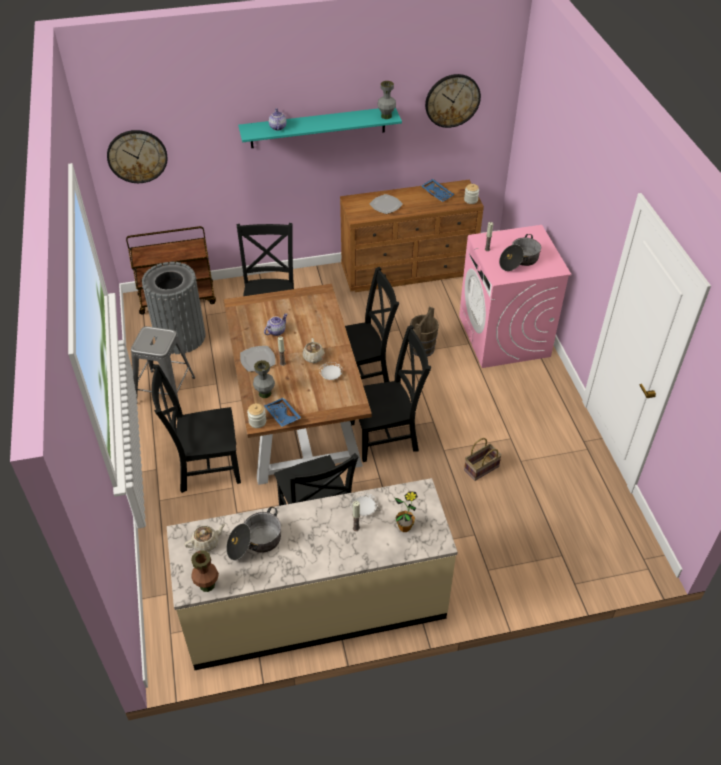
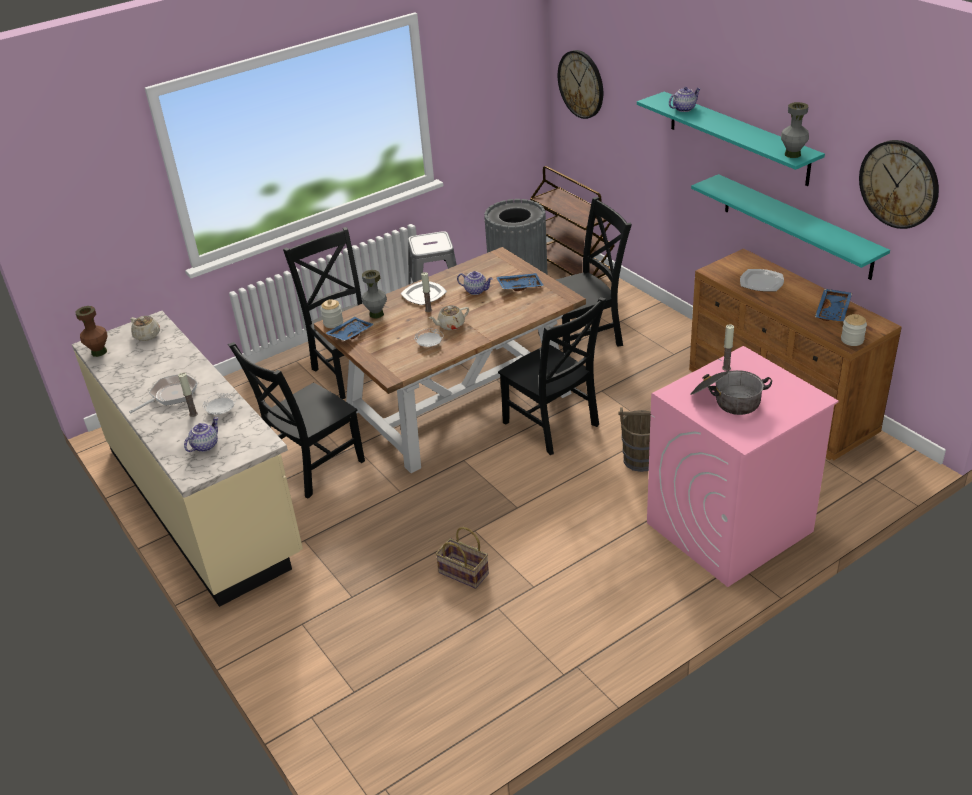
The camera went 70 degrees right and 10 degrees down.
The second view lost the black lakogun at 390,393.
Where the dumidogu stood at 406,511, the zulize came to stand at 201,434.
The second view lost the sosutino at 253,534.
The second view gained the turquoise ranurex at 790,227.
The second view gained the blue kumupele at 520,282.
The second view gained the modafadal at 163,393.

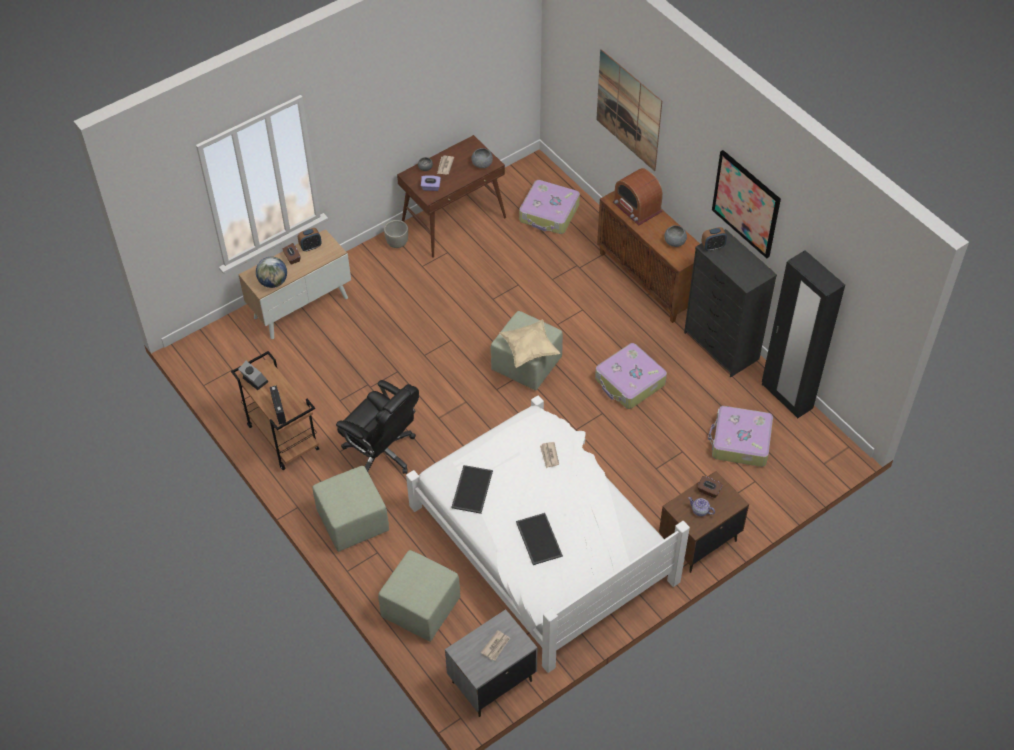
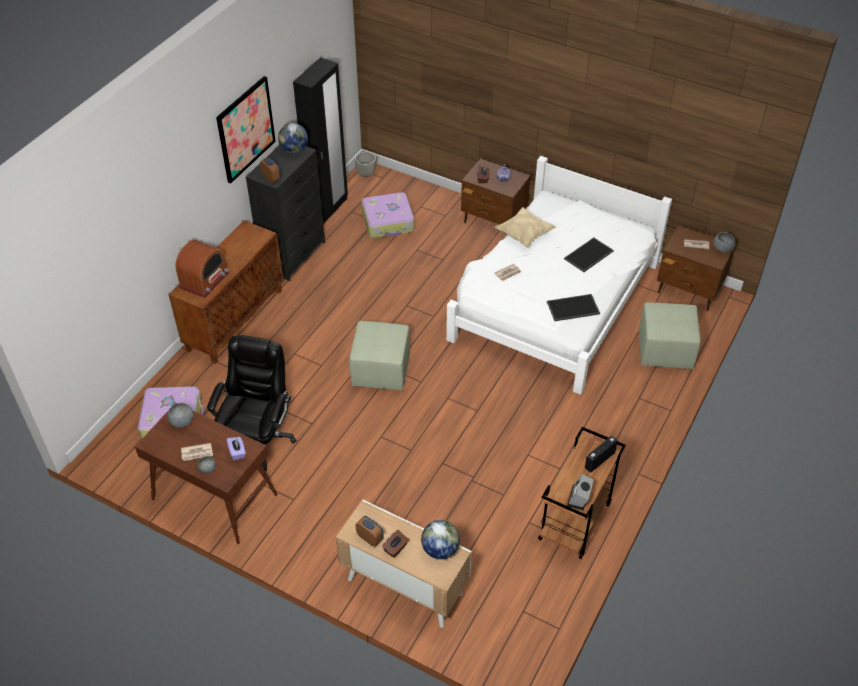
The camera went 115 degrees left and 5 degrees down.
The second view lost the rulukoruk at 629,110.
The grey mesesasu ended up elsewhere, having gone from 396,234 to 365,164.
The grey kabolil ended up elsewhere, having gone from 675,236 to 724,242.
The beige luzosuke ended up elsewhere, having gone from 529,344 to 525,227.
The second view lost the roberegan at 631,376.
The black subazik ended up elsewhere, having gone from 377,427 to 252,403.
The second view lost the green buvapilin at 351,509.
What was the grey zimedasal at 491,663 turned into the brown zimedasal at 696,268.
The second view gained the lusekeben at 293,138.

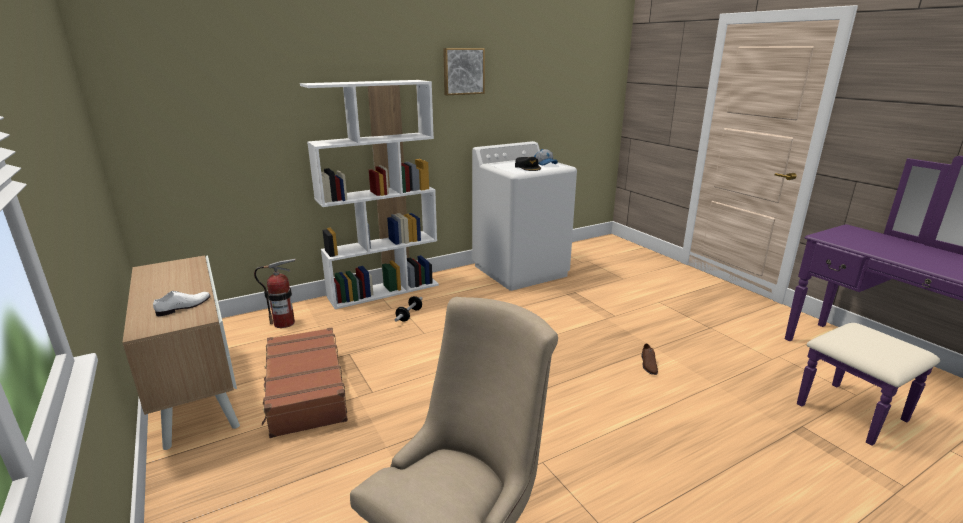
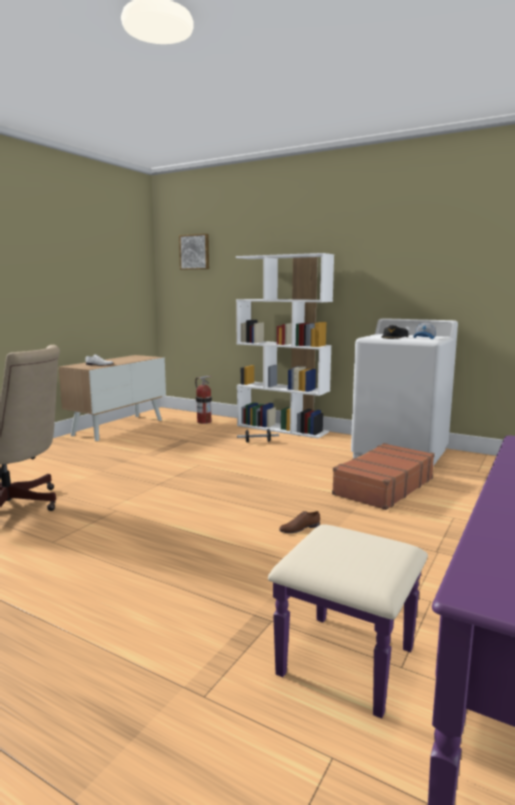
The camera went 60 degrees right and 10 degrees down.
The rulukoruk ended up elsewhere, having gone from 464,71 to 194,252.
The brown roberegan ended up elsewhere, having gone from 305,382 to 383,476.

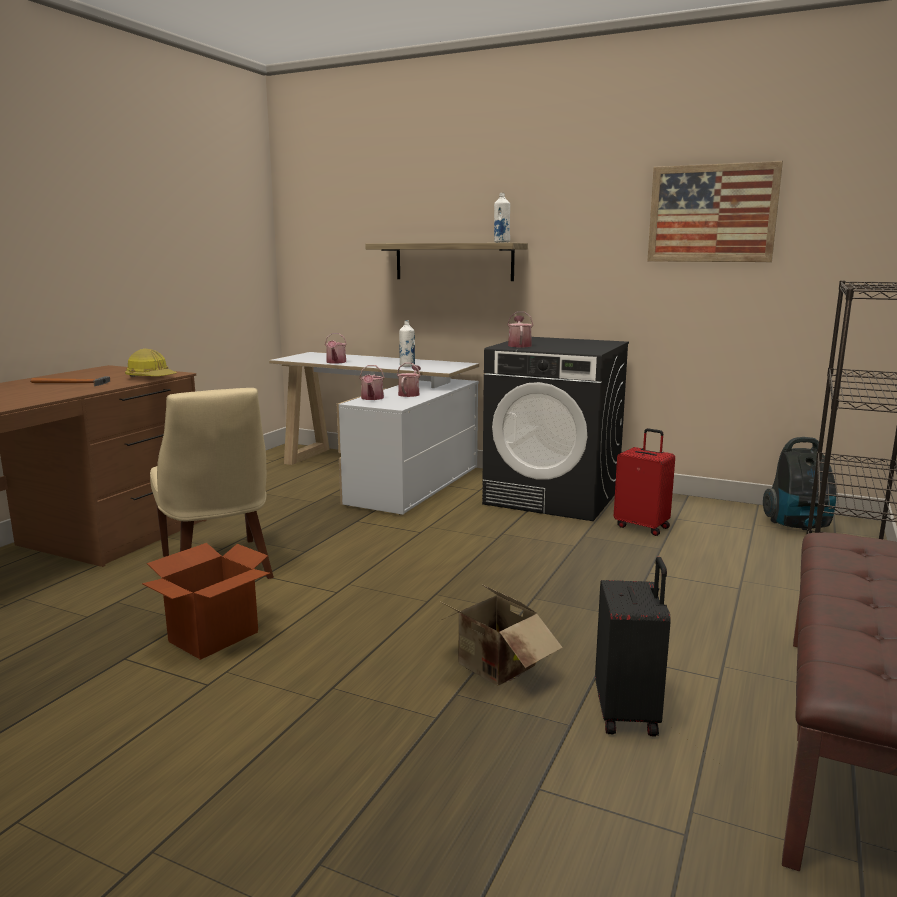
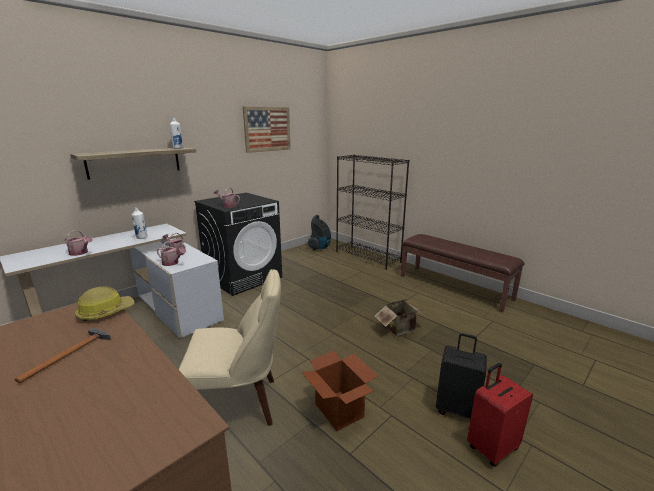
The camera went 70 degrees left and 5 degrees up.
The red roberegan ended up elsewhere, having gone from 644,482 to 500,415.
The black roberegan ended up elsewhere, having gone from 633,647 to 461,376.

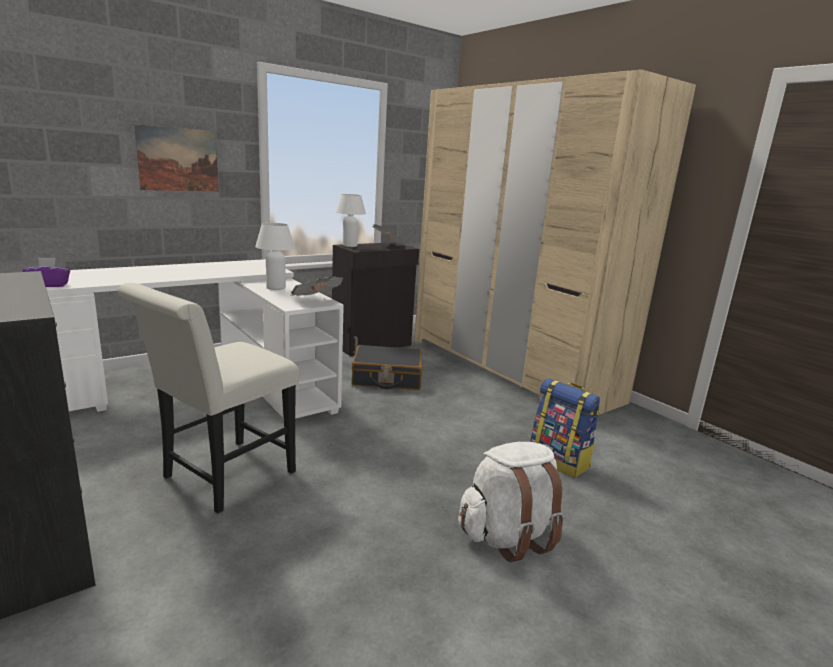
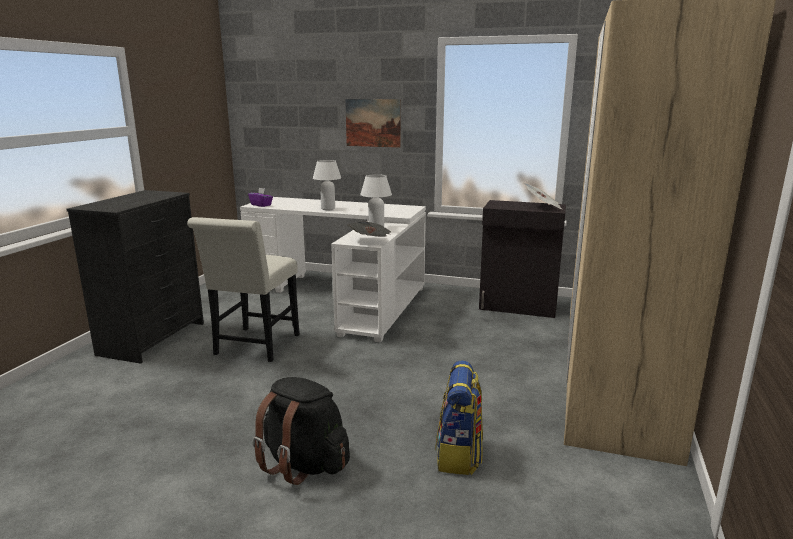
The camera went 55 degrees right and 0 degrees up.
The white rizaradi ended up elsewhere, having gone from 351,220 to 327,185.
The white lakogun at 208,398 ended up facing another way, 75 degrees counterclockwise from before.
The second view lost the black roberegan at 387,367.
What was the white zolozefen at 511,502 turned into the black zolozefen at 301,431.

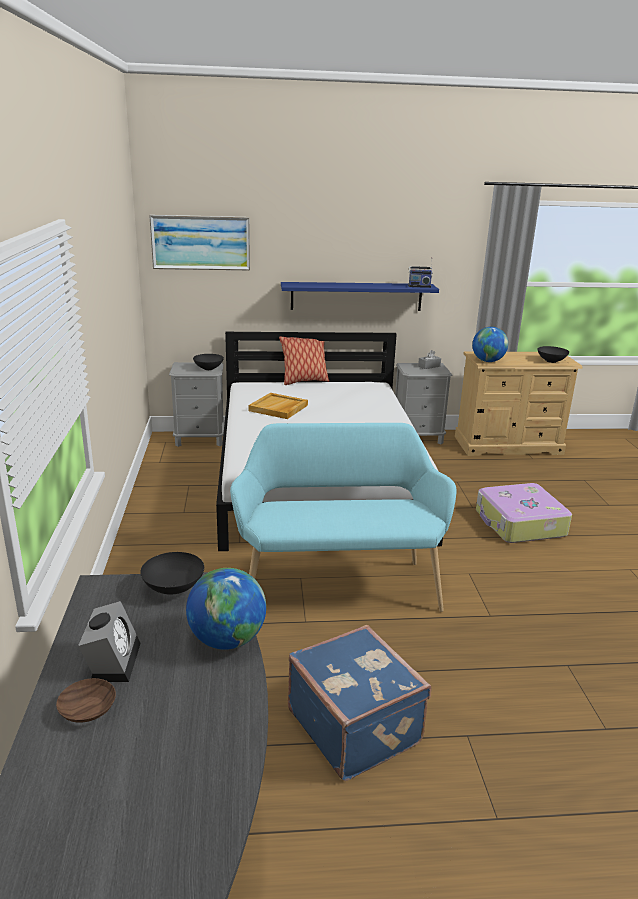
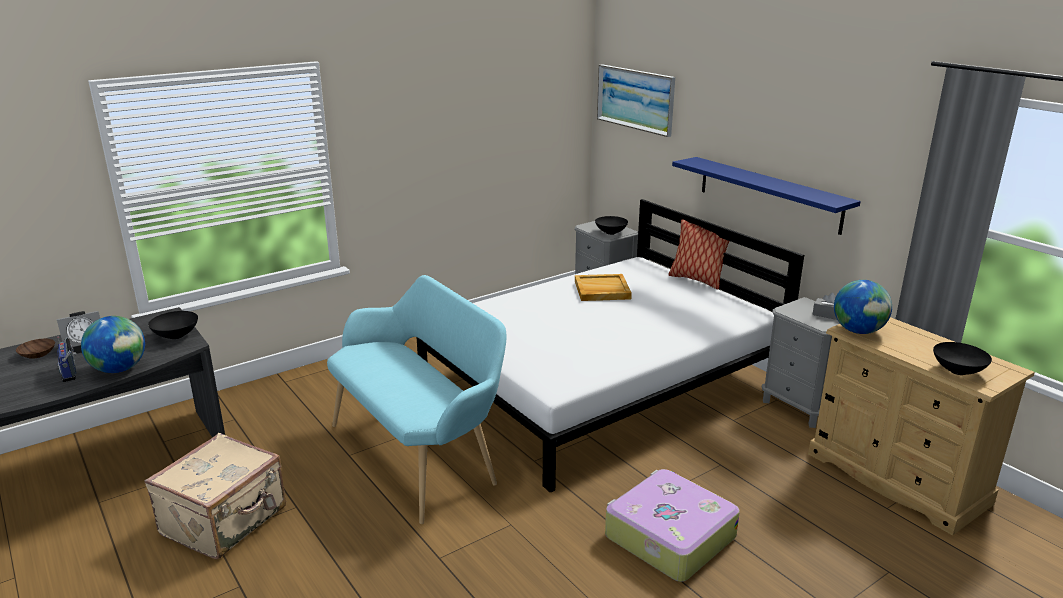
The camera went 60 degrees right and 0 degrees up.
The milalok ended up elsewhere, having gone from 420,275 to 67,359.
What was the blue roberegan at 359,703 turned into the beige roberegan at 215,496.

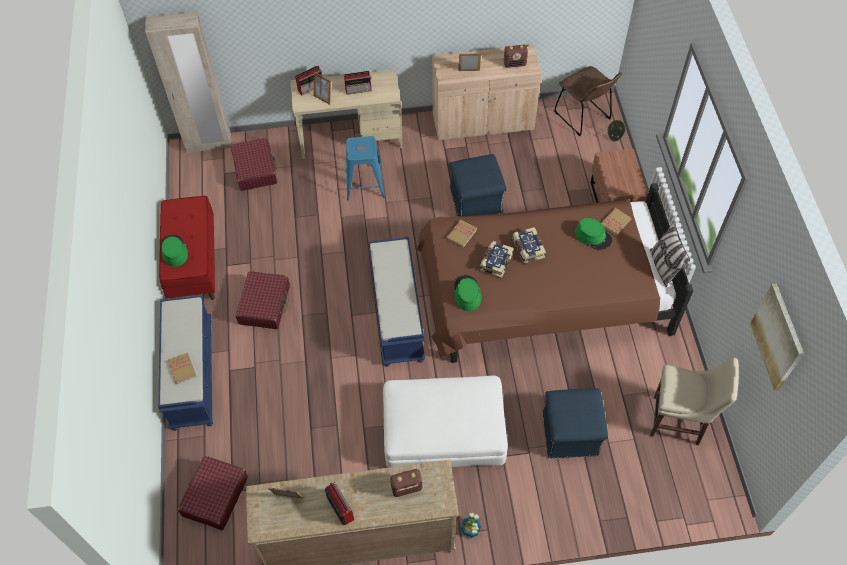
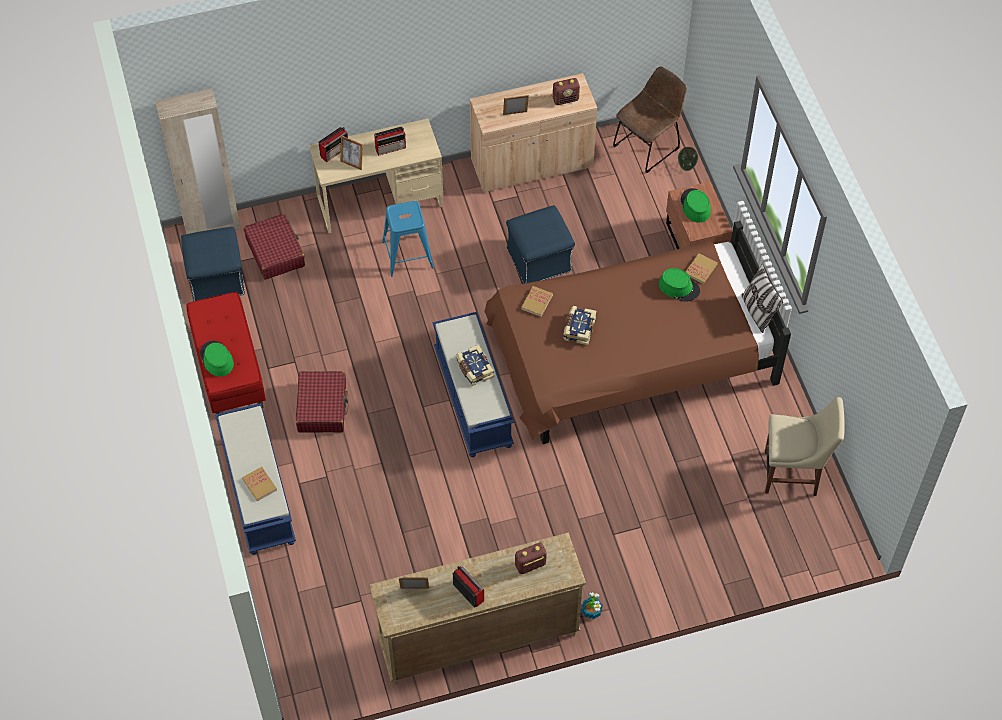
The camera went 10 degrees left and 0 degrees up.
The brown lakogun at 588,101 ended up facing another way, 90 degrees counterclockwise from before.
The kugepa ended up elsewhere, having gone from 529,245 to 475,365.
The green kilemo ended up elsewhere, having gone from 468,293 to 696,205.
The second view lost the rulukoruk at 777,337.
The second view lost the white buvapilin at 445,422.
The blue buvapilin ended up elsewhere, having gone from 575,423 to 213,264.
The second view lost the red roberegan at 213,493.

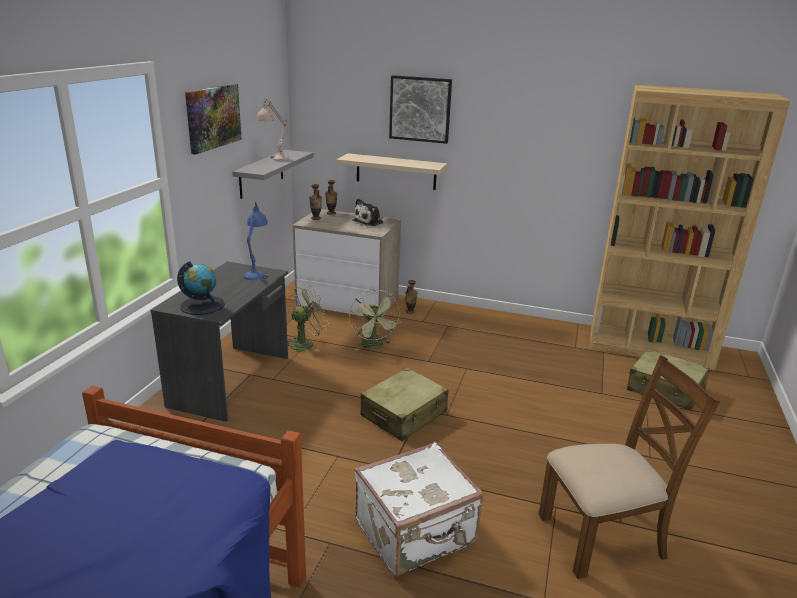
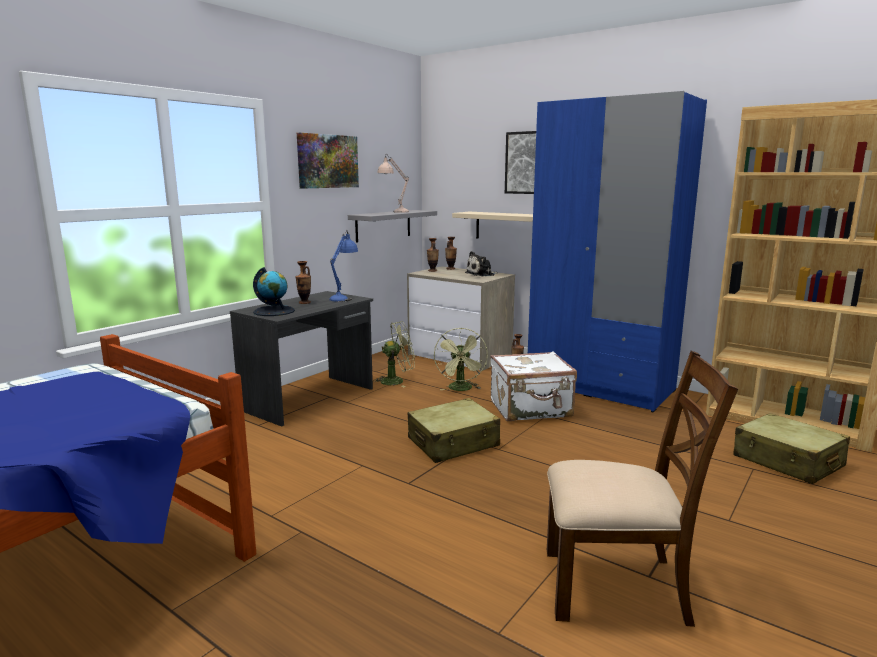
The camera went 20 degrees right and 10 degrees down.
The white roberegan ended up elsewhere, having gone from 419,509 to 534,386.
The second view gained the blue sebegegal at 617,252.
The second view gained the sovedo at 303,282.

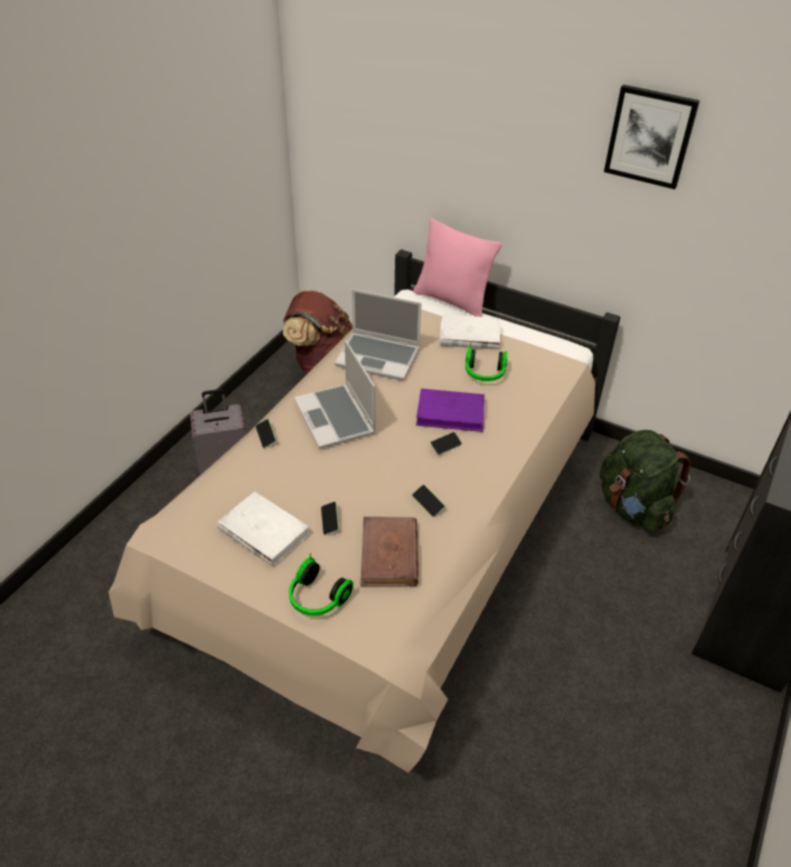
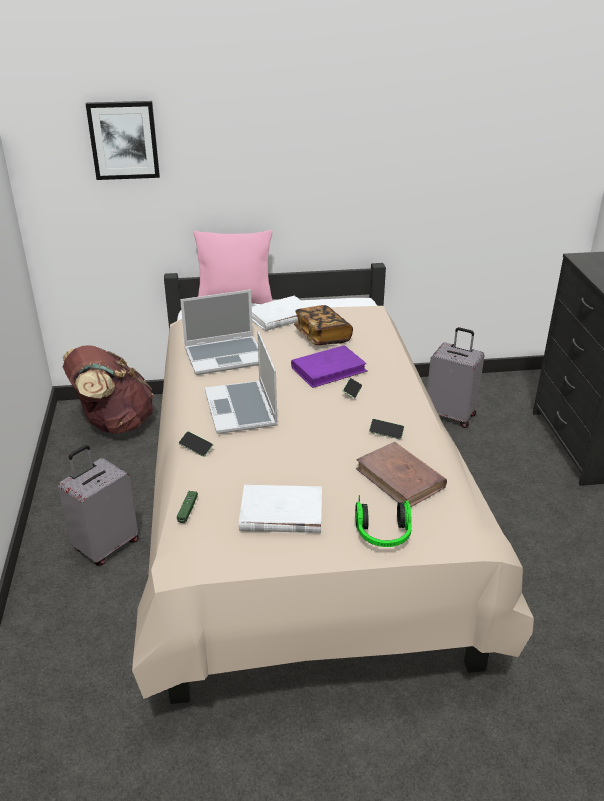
The camera went 35 degrees left and 10 degrees down.
The rulukoruk ended up elsewhere, having gone from 652,137 to 123,140.
The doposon at 335,394 ended up facing another way, 45 degrees clockwise from before.
Where the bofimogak stood at 486,361, the kugepa came to stand at 323,325.
Where the green zolozefen stood at 645,481, the grey roberegan came to stand at 456,377.
The second view lost the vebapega at 330,518.
The second view gained the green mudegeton at 187,507.

